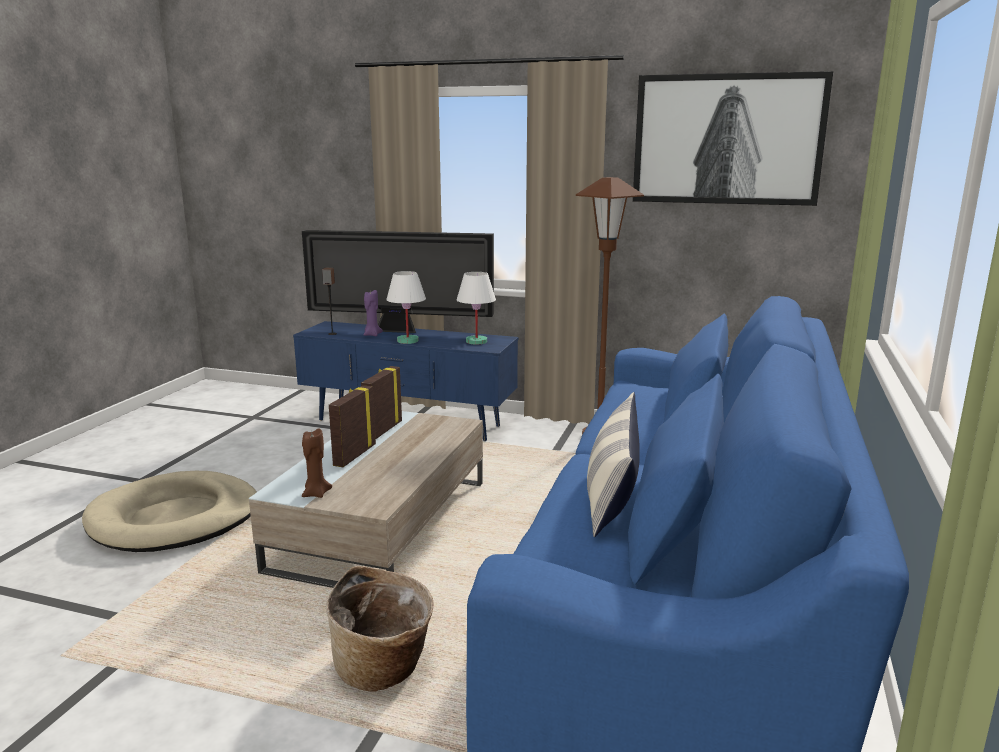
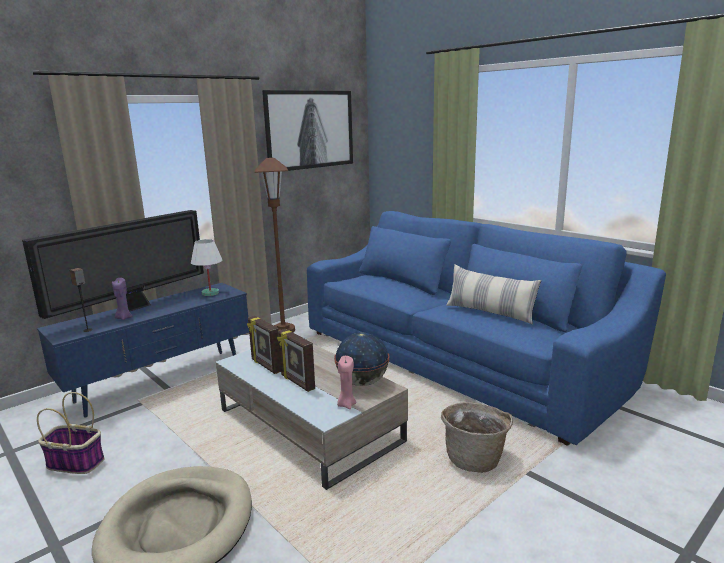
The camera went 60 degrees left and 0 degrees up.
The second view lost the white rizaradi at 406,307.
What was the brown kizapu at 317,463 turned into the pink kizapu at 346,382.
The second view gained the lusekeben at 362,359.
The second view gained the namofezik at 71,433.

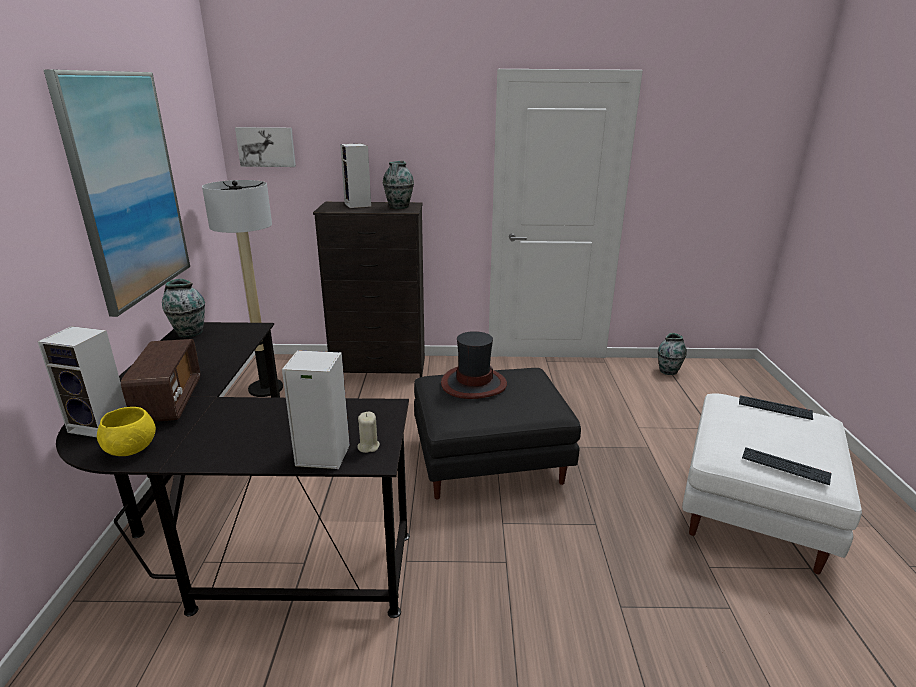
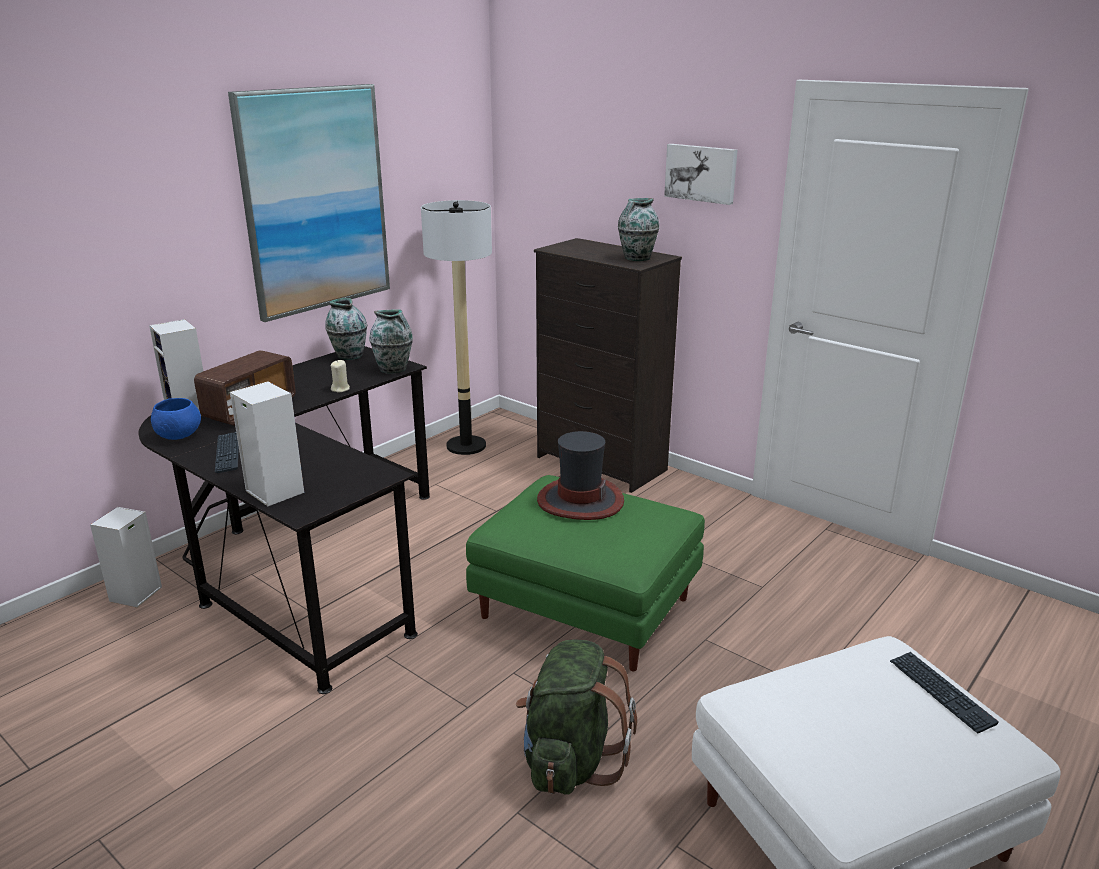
The camera went 40 degrees right and 0 degrees up.
The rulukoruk ended up elsewhere, having gone from 265,147 to 701,174.
The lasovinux ended up elsewhere, having gone from 355,175 to 126,557.
The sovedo ended up elsewhere, having gone from 672,354 to 391,341.
What was the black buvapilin at 497,433 turned into the green buvapilin at 585,573.
What was the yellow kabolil at 126,431 turned into the blue kabolil at 176,419.
The beige kizapu ended up elsewhere, having gone from 368,432 to 340,376.
The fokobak ended up elsewhere, having gone from 786,466 to 227,452.
The second view gained the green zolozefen at 576,716.

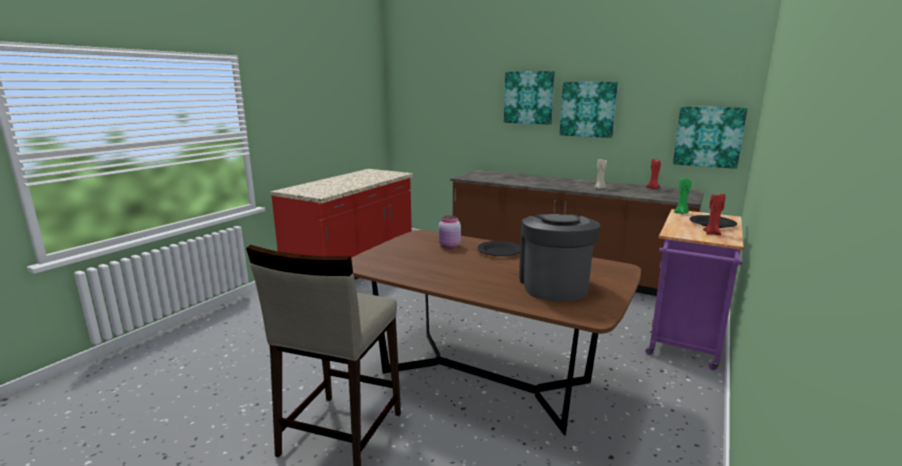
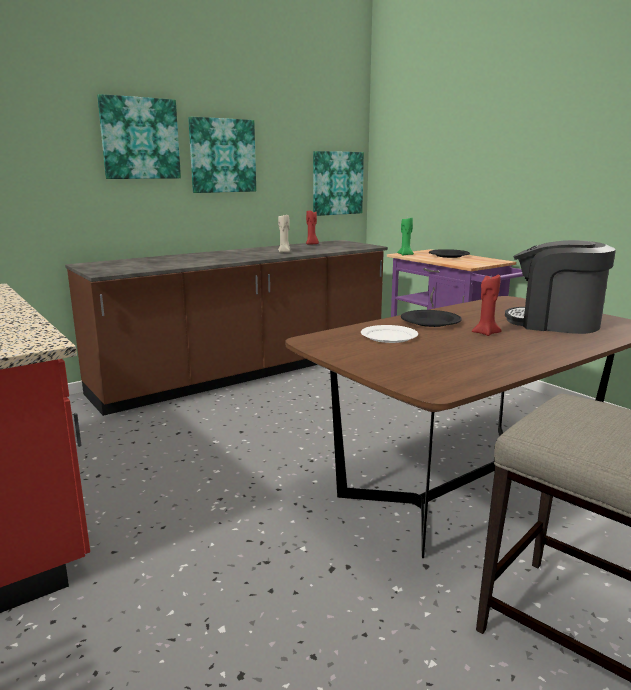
The camera went 65 degrees left and 0 degrees up.
The red kizapu ended up elsewhere, having gone from 714,214 to 487,305.
Where the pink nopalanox stood at 450,232, the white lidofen came to stand at 389,334.

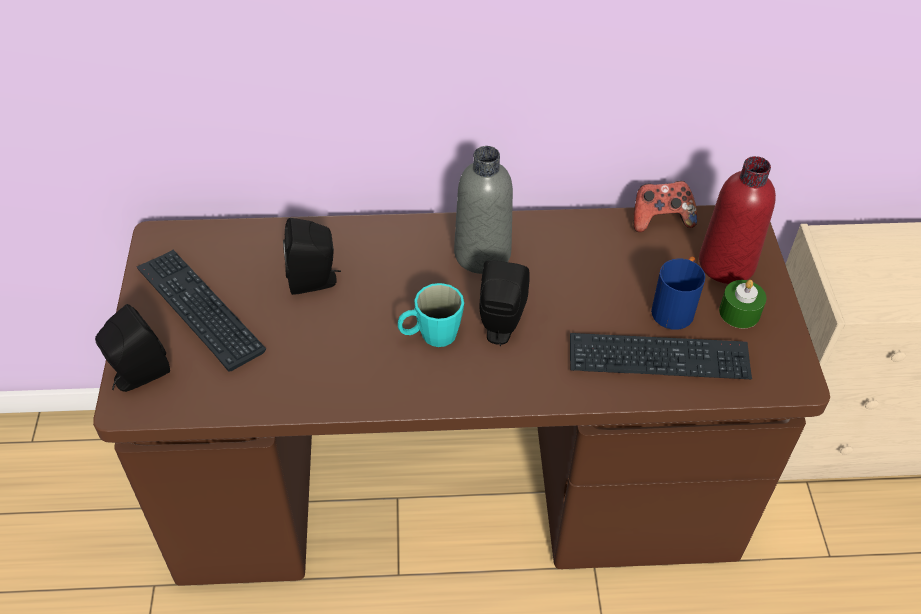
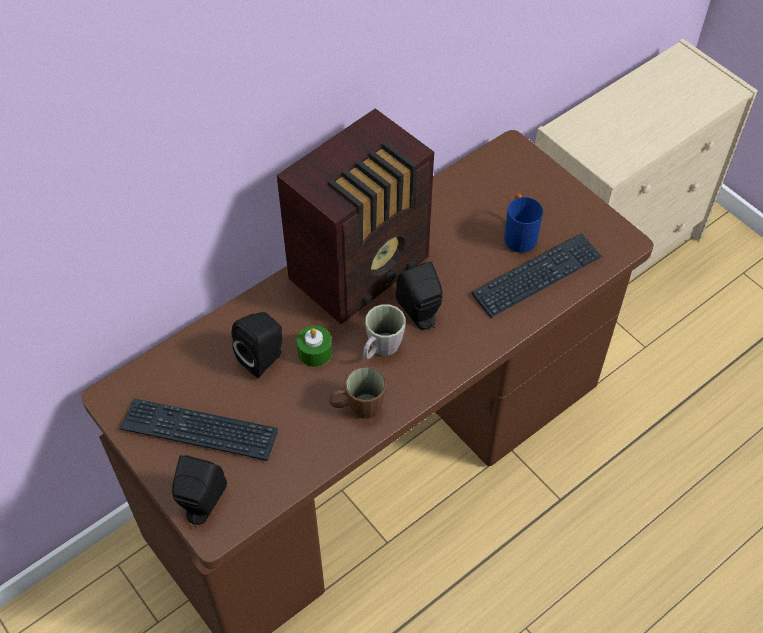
The camera went 35 degrees left and 5 degrees up.
Where the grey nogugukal stood at 483,210, the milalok came to stand at 355,216.
The second view lost the red nogugukal at 737,220.
The second view lost the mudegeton at 665,206.
The green kizapu ended up elsewhere, having gone from 743,304 to 314,346.
What was the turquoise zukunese at 431,315 turned into the grey zukunese at 384,331.
The second view gained the brown zukunese at 358,392.

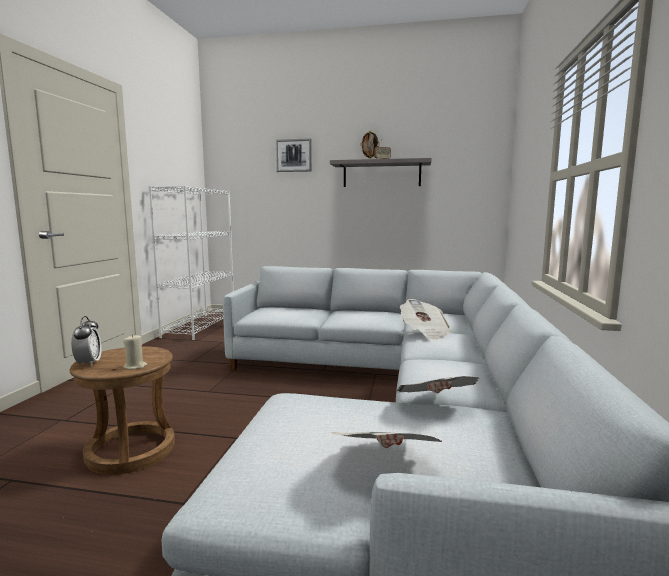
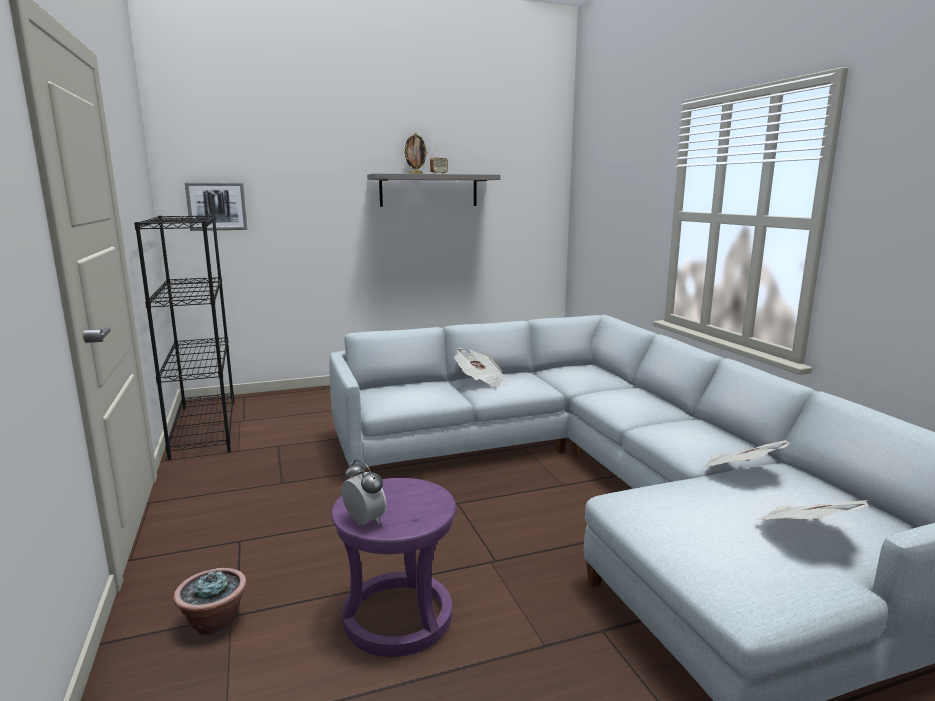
The camera went 30 degrees left and 5 degrees up.
The rulukoruk ended up elsewhere, having gone from 294,155 to 216,206.
What was the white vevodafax at 191,263 turned into the black vevodafax at 184,337.
The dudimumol ended up elsewhere, having gone from 426,319 to 480,368.
The second view lost the beige kizapu at 135,351.
What was the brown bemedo at 122,410 turned into the purple bemedo at 393,567.
The second view gained the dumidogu at 210,601.

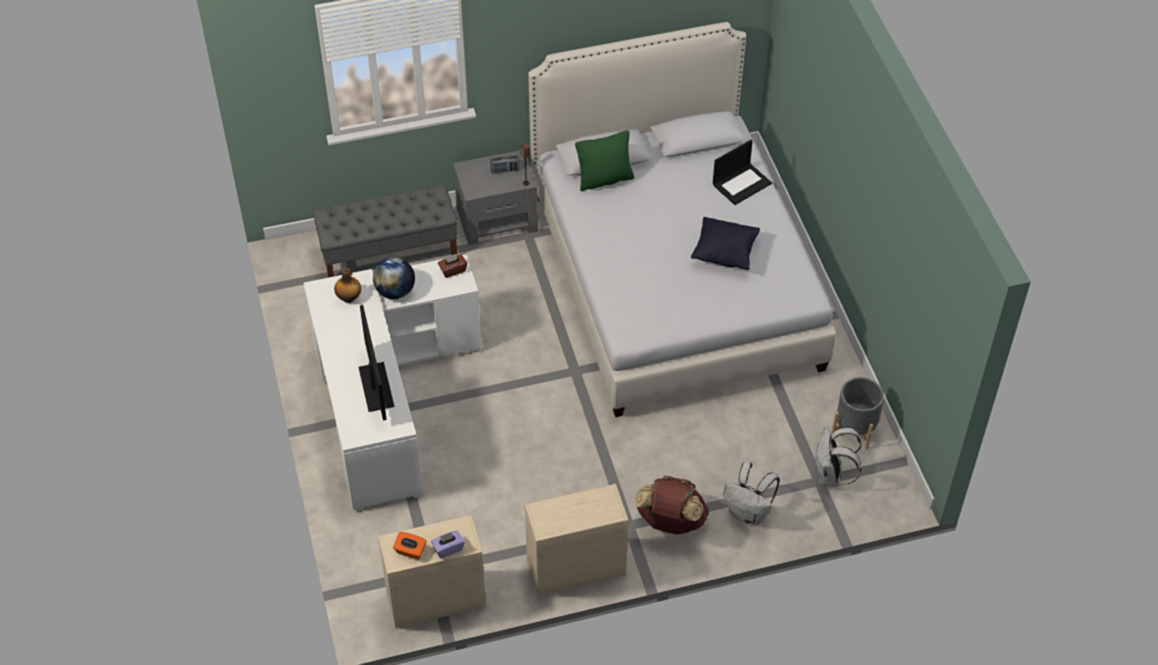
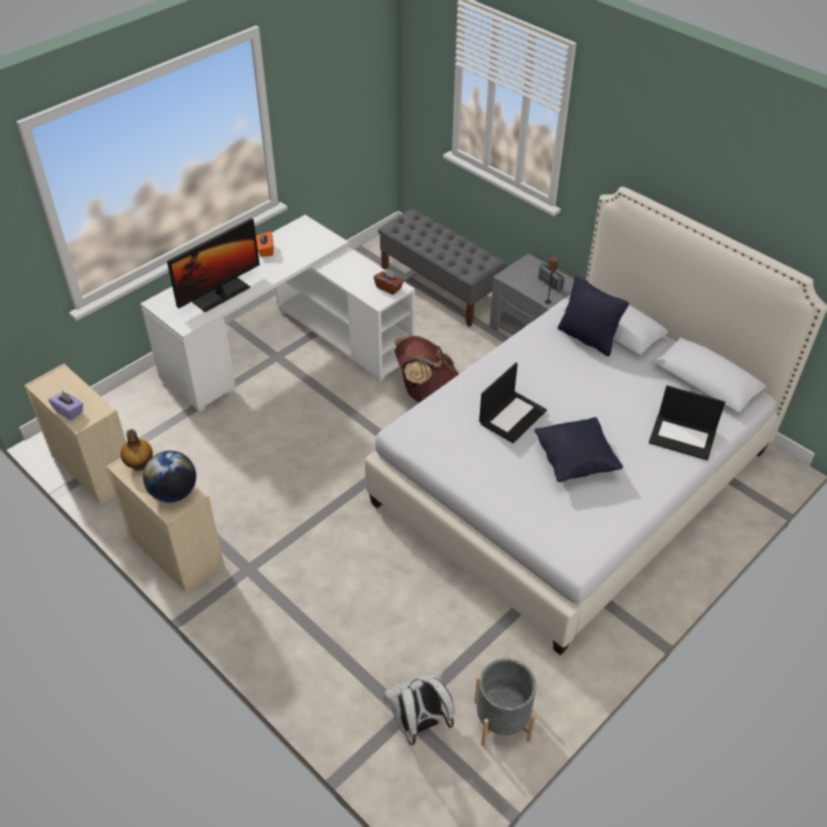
The camera went 60 degrees right and 5 degrees down.
What was the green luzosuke at 604,160 turned into the black luzosuke at 593,316.
The lusekeben ended up elsewhere, having gone from 394,278 to 169,477.
The nogugukal ended up elsewhere, having gone from 347,285 to 136,450.
The second view lost the white zolozefen at 751,493.
The brown zolozefen ended up elsewhere, having gone from 672,505 to 426,369.
The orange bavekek ended up elsewhere, having gone from 410,545 to 265,244.
The second view gained the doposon at 513,403.

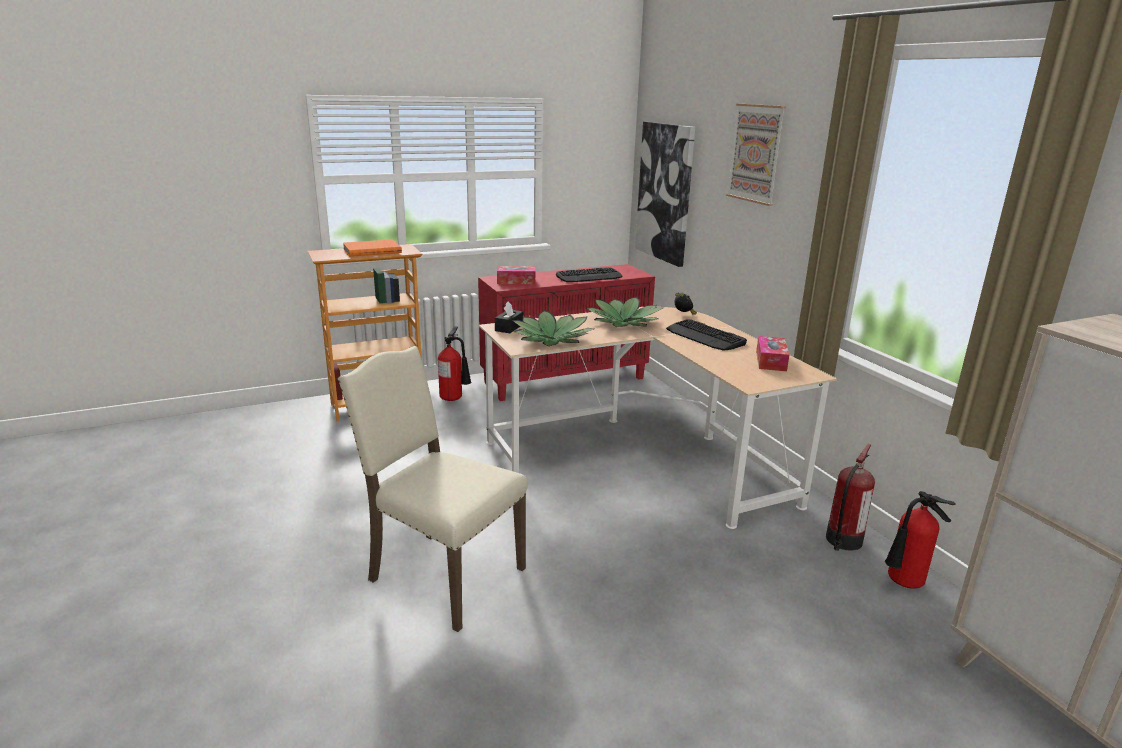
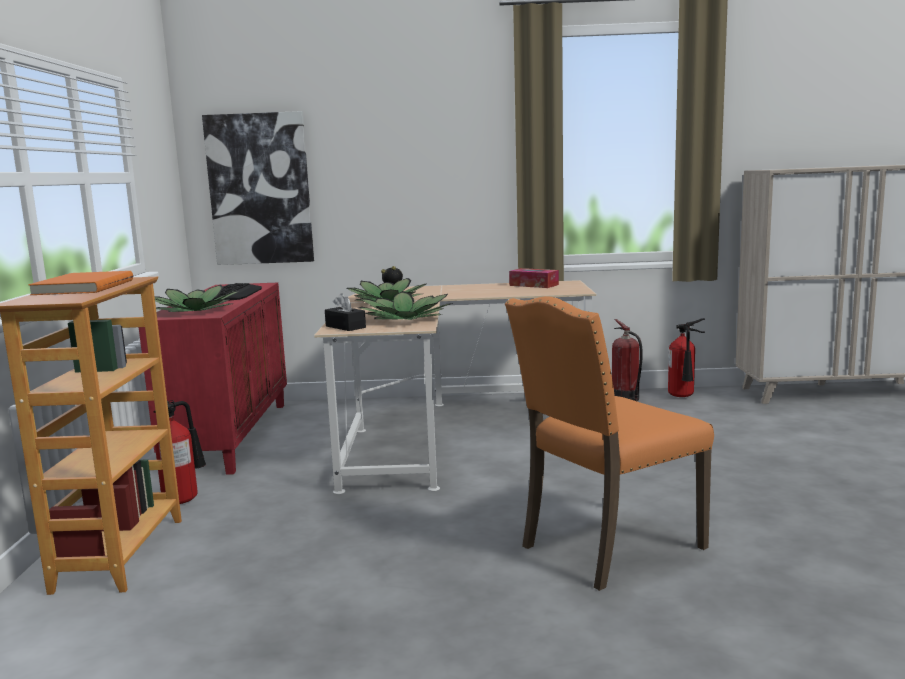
The camera went 65 degrees left and 10 degrees down.
The second view lost the rulukoruk at 756,155.
Where the bavekek stood at 516,275, the dumidogu came to stand at 197,298.
The second view lost the fokobak at 706,335.
What was the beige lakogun at 433,489 turned into the orange lakogun at 609,443.

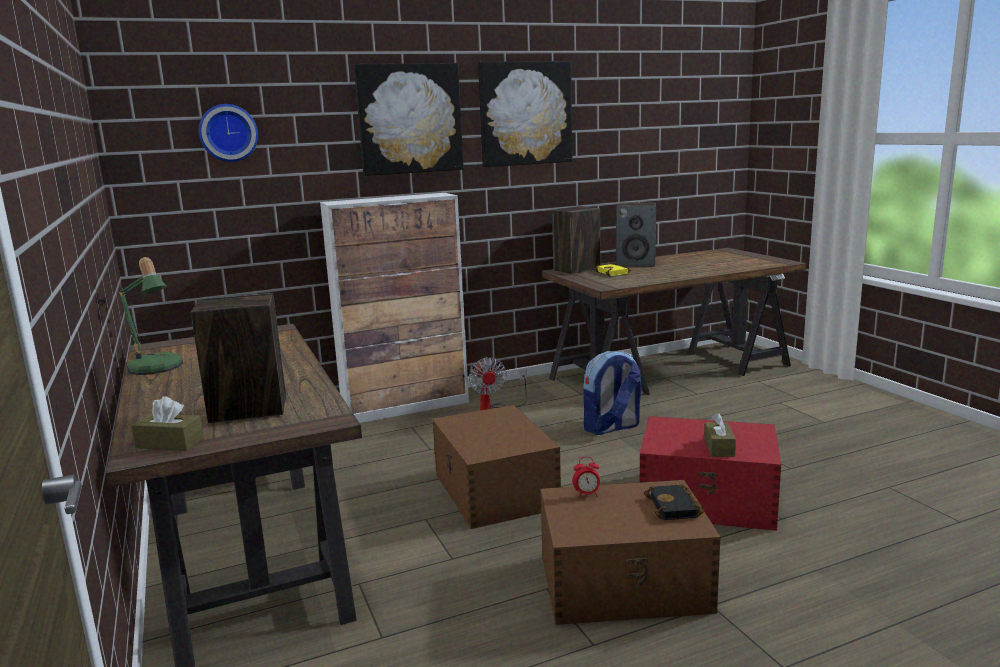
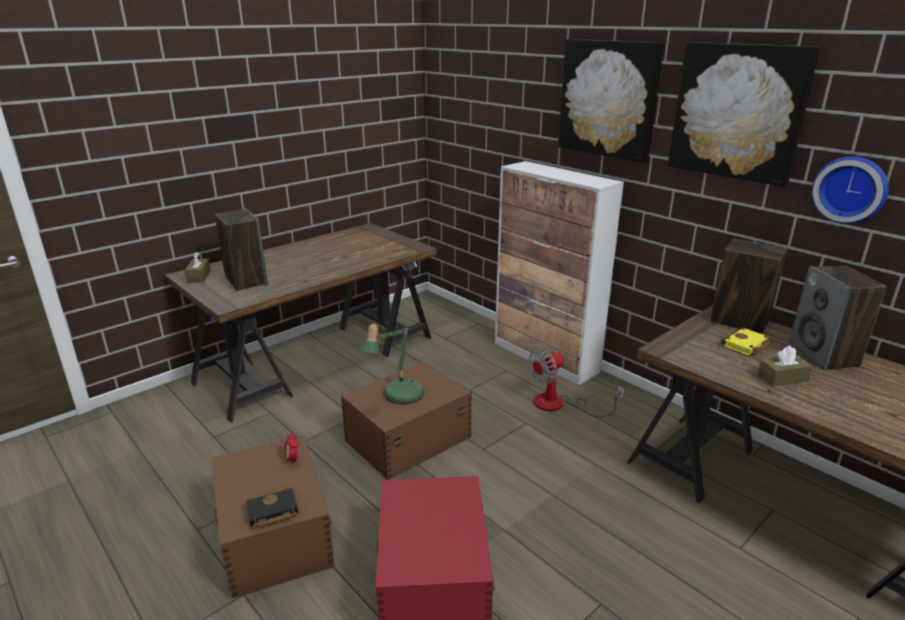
The camera went 70 degrees right and 10 degrees up.
The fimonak ended up elsewhere, having gone from 228,133 to 850,190.
The rizaradi ended up elsewhere, having gone from 151,316 to 392,364.
The second view lost the zolozefen at 612,393.
The brown bavekek ended up elsewhere, having gone from 720,435 to 785,366.

